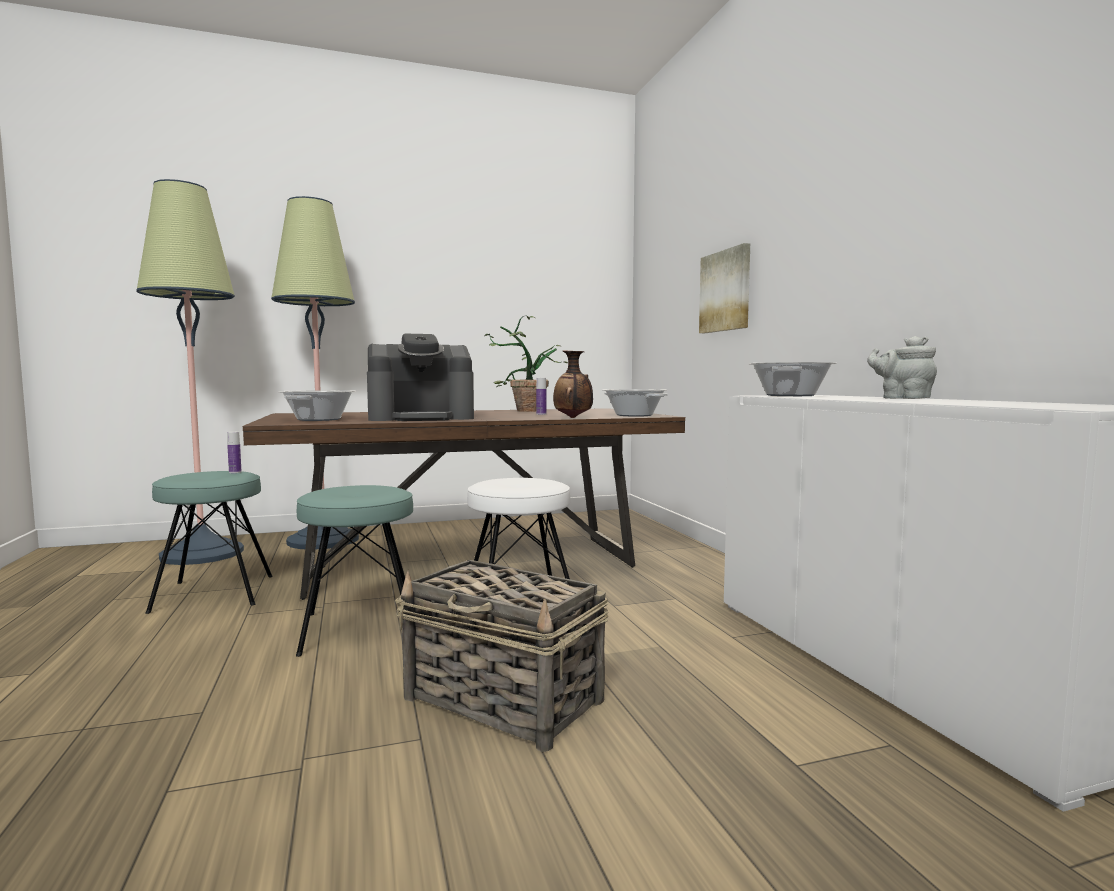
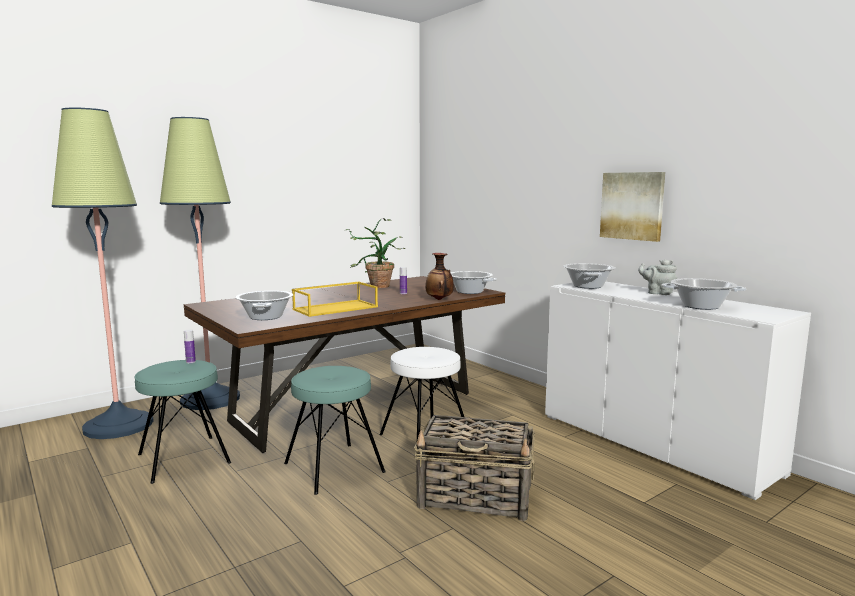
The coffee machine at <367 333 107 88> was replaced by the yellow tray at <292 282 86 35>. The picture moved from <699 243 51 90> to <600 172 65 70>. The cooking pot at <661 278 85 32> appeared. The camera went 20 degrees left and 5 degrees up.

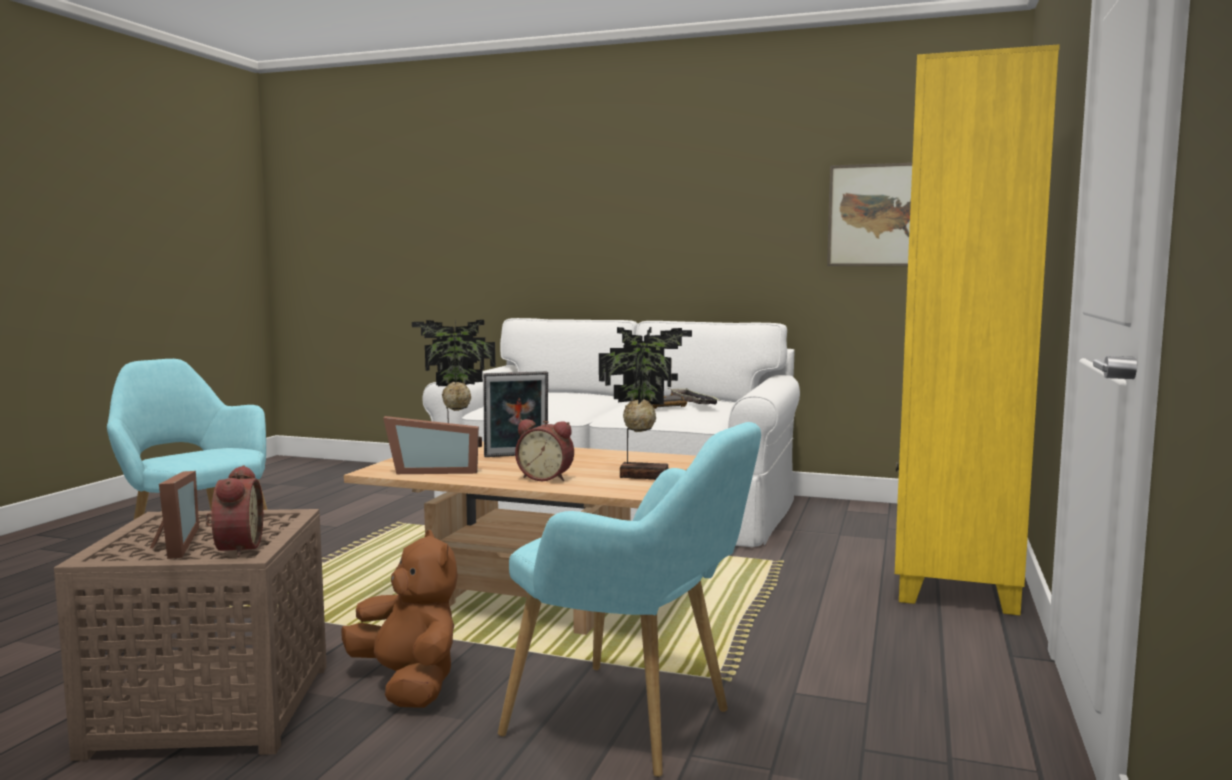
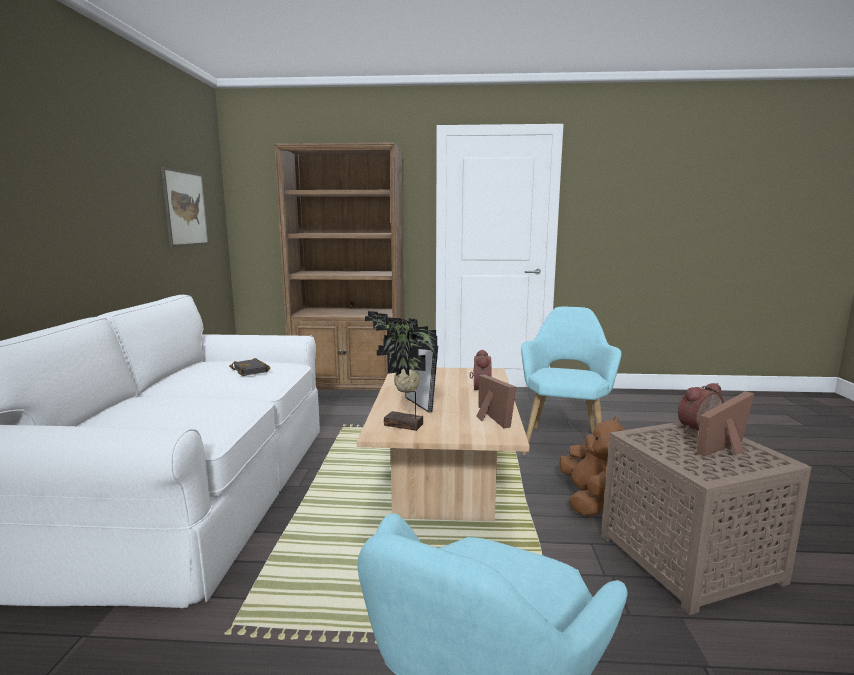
The yellow bookcase at <895 44 165 572> became the brown bookcase at <274 142 130 248>. The brown plush toy at <341 530 117 178> turned 150 degrees clockwise. The potted plant at <599 327 93 153> disappeared. The tray at <670 389 51 16> disappeared. The camera went 105 degrees left and 5 degrees up.

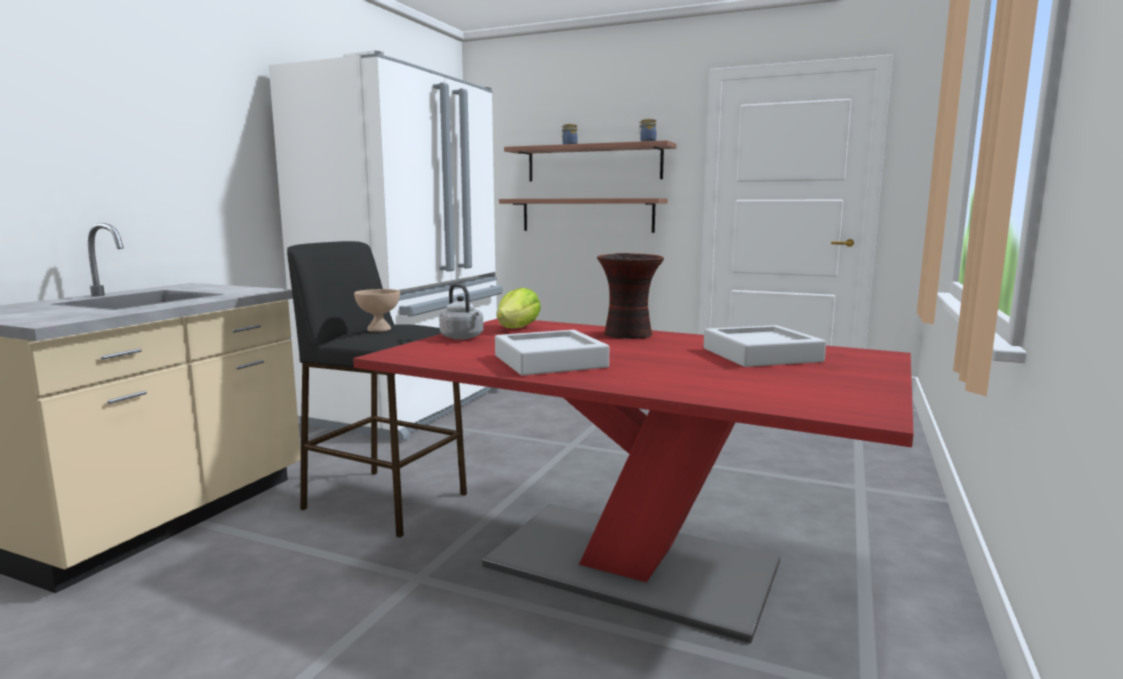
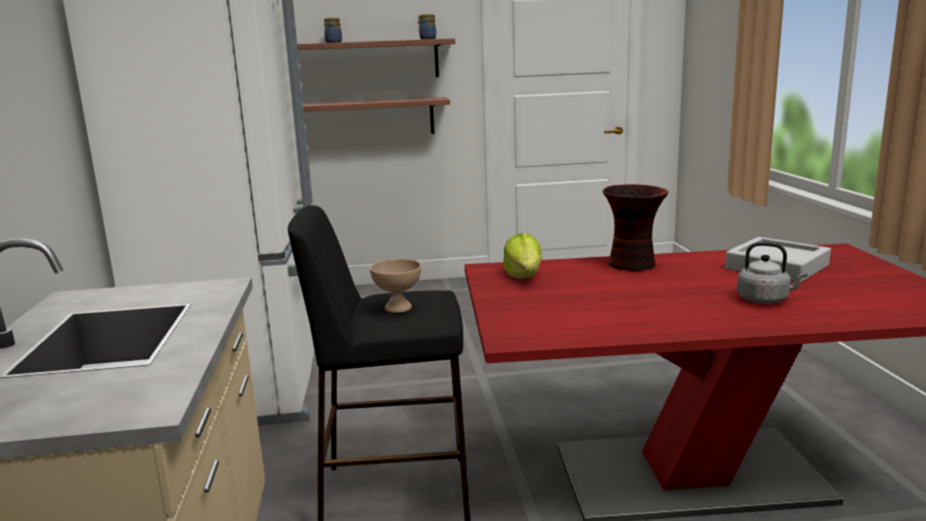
The grey kettle moved from <439 284 45 56> to <737 242 71 62>. The grey tray at <495 330 114 46> disappeared. The camera went 30 degrees left and 5 degrees up.

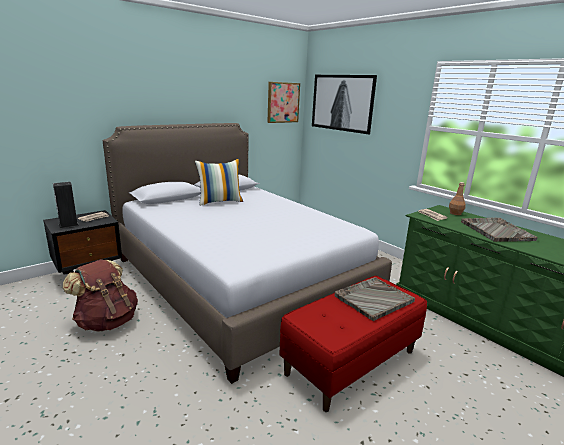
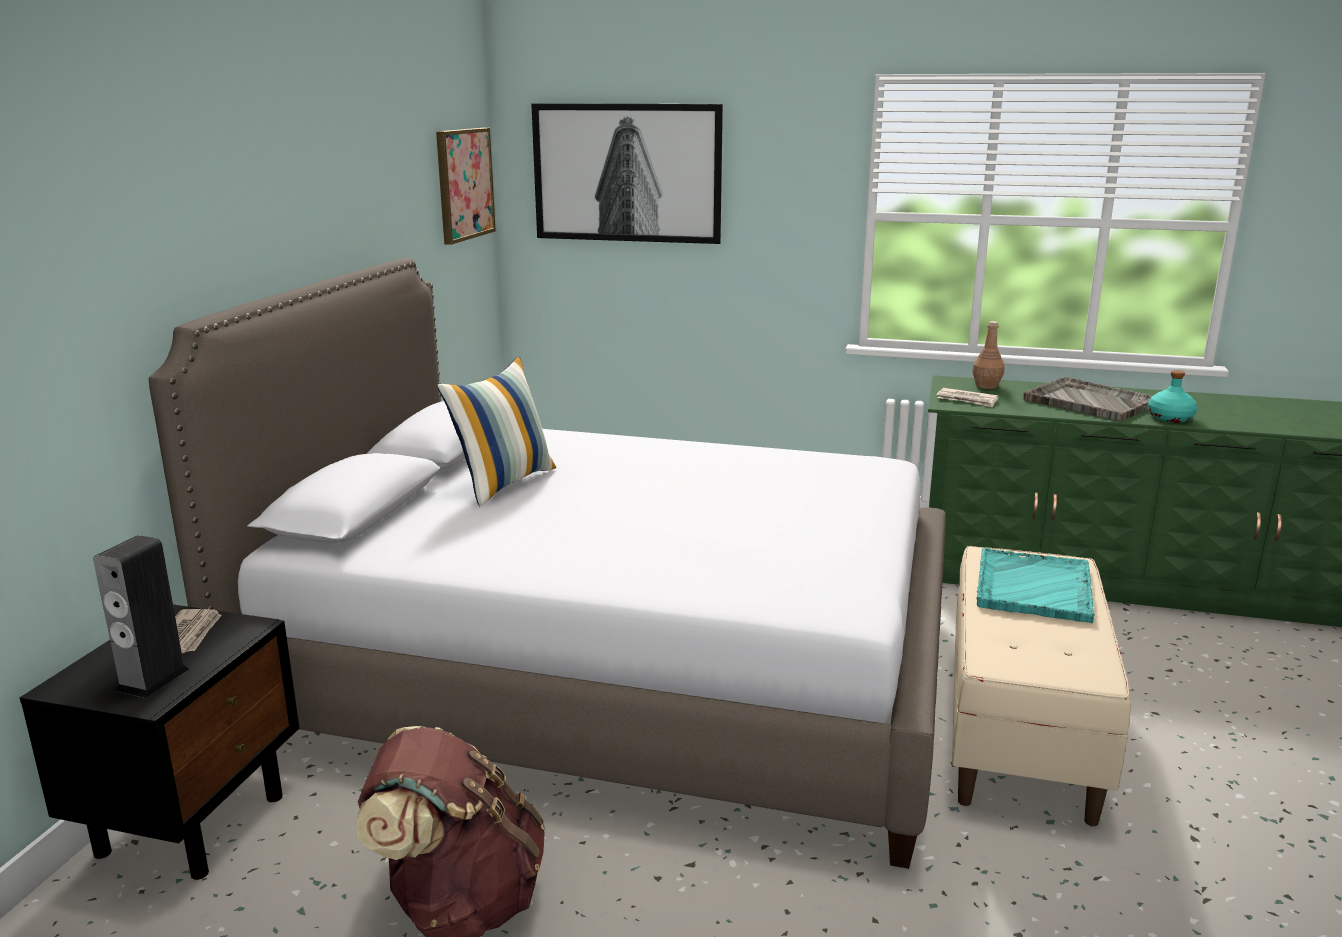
The red bench at <279 276 148 136> became the beige bench at <952 546 179 280>. The grey tray at <335 277 80 44> became the turquoise tray at <976 548 119 75>. The turquoise bottle at <1148 370 49 53> appeared. The camera went 35 degrees left and 0 degrees up.

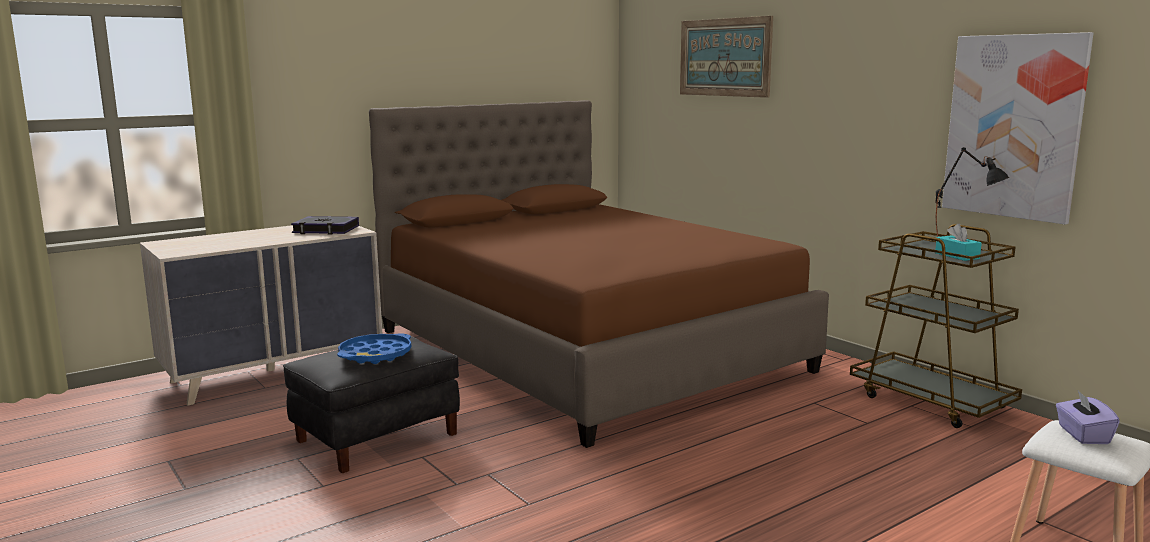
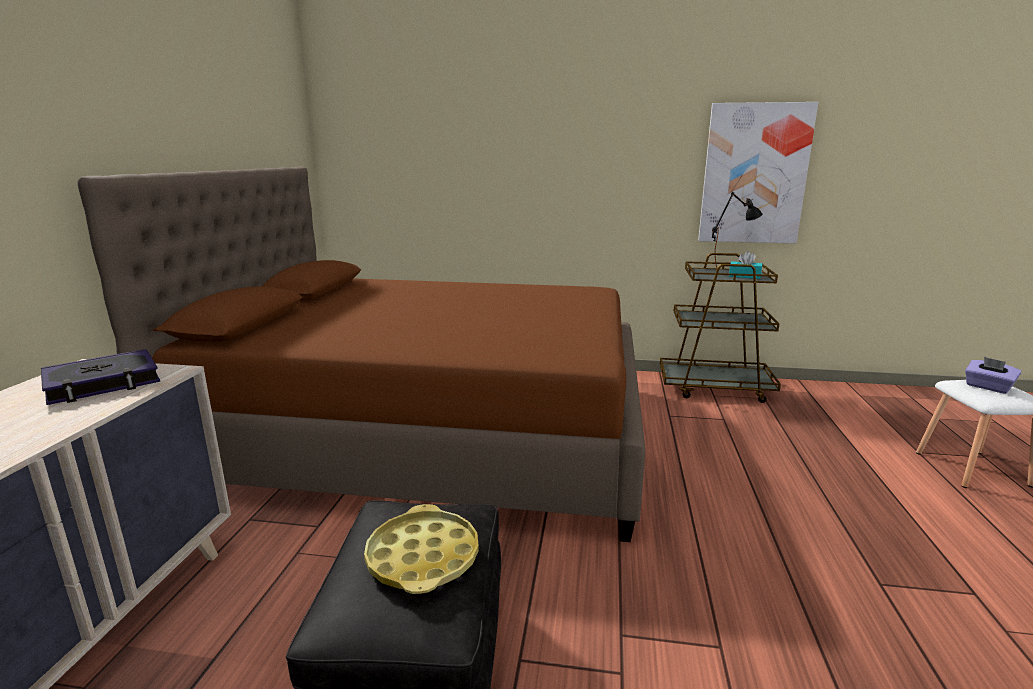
The blue tray at <337 333 74 31> became the yellow tray at <364 504 115 90>. The picture at <680 16 93 82> disappeared. The camera went 45 degrees left and 5 degrees up.

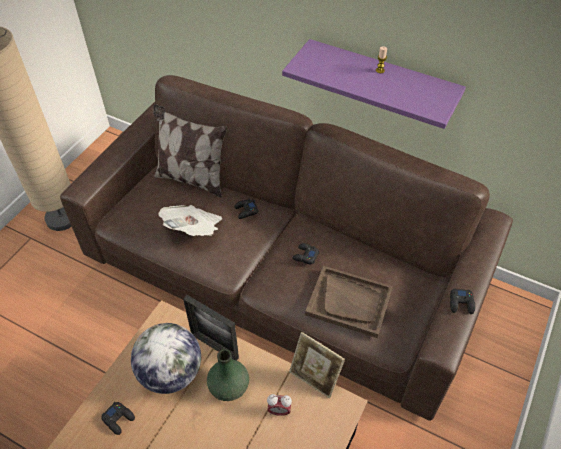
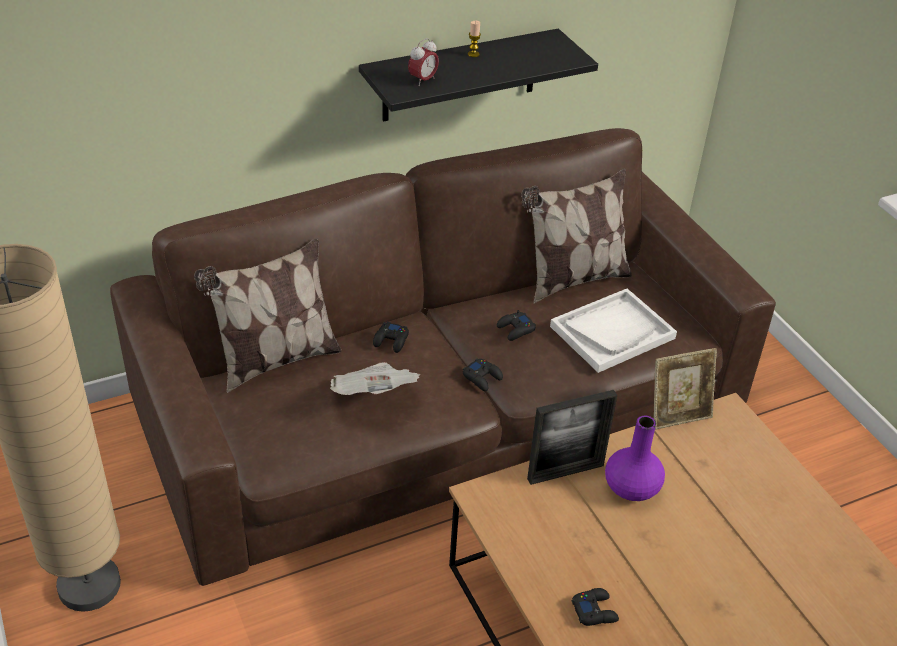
The purple shelf at <282 39 184 90> became the black shelf at <359 29 239 93>. The alarm clock moved from <267 394 25 22> to <408 38 31 48>. The black game controller moved from <450 288 25 26> to <463 358 40 33>. The pillow at <521 169 111 134> appeared. The brown tray at <305 266 88 72> became the white tray at <550 289 127 84>. The green vase at <207 349 42 52> became the purple vase at <605 415 60 86>. The globe at <131 323 70 71> disappeared. The camera went 55 degrees left and 10 degrees down.

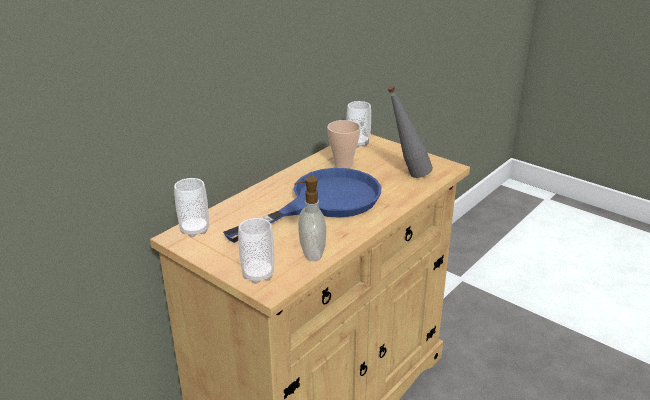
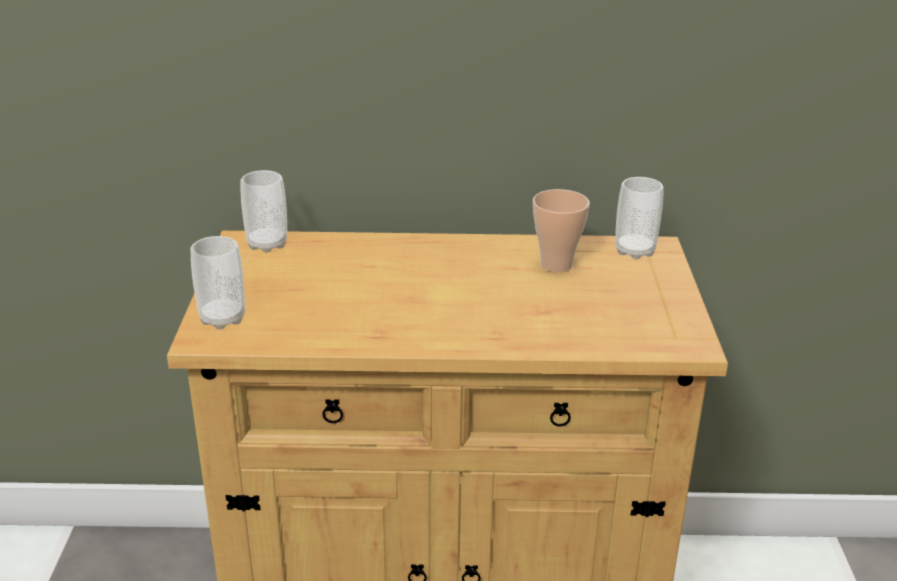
The blue frying pan at <223 168 158 75> disappeared. The soap dispenser at <294 176 32 85> disappeared. The grey bottle at <387 85 46 93> disappeared. The camera went 50 degrees right and 0 degrees up.

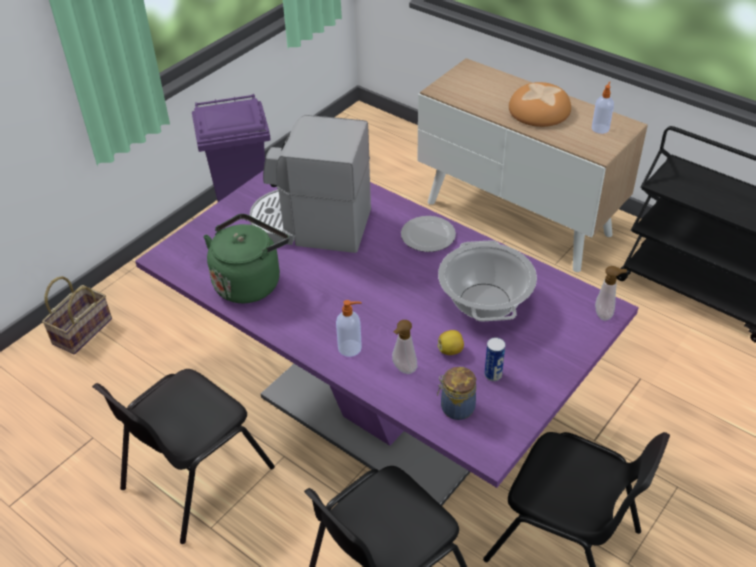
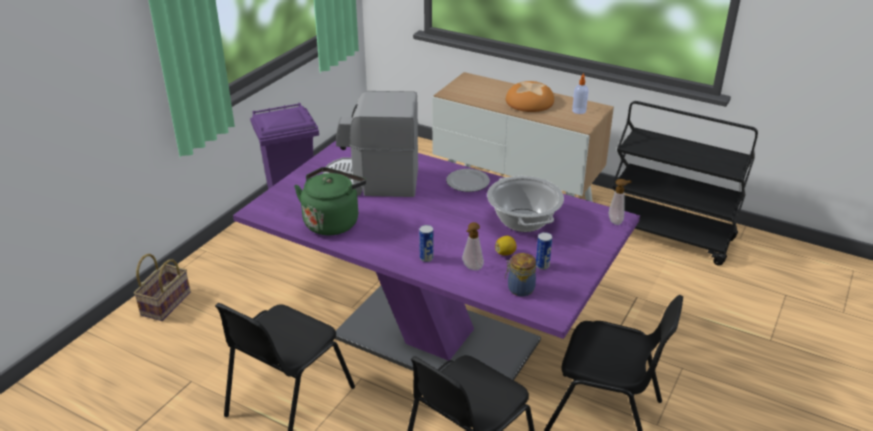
The soap dispenser at <336 300 26 57> was replaced by the can at <419 225 14 37>. The camera went 10 degrees left and 10 degrees down.

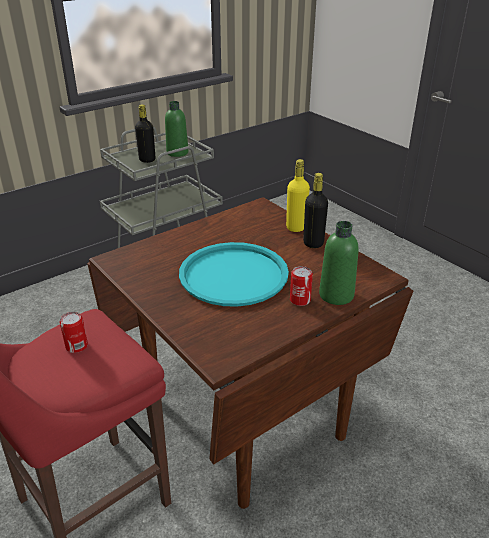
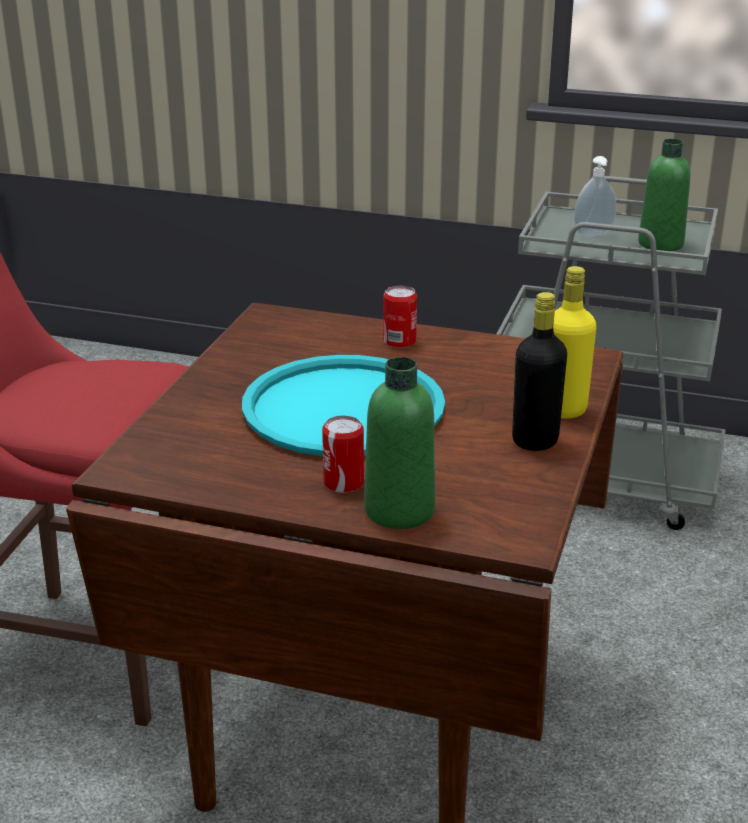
The can moved from <60 312 28 41> to <383 286 34 62>. The black bottle at <135 104 20 59> was replaced by the soap dispenser at <574 156 42 80>. The camera went 55 degrees right and 5 degrees down.

